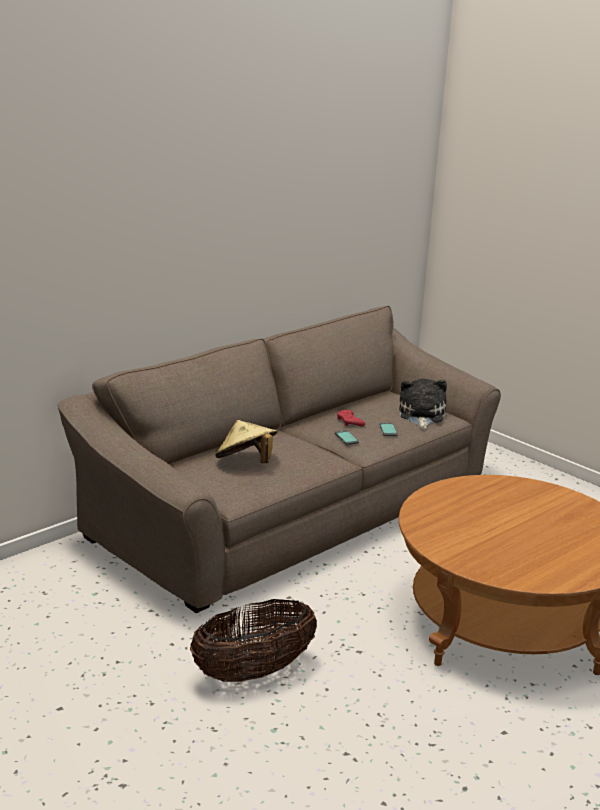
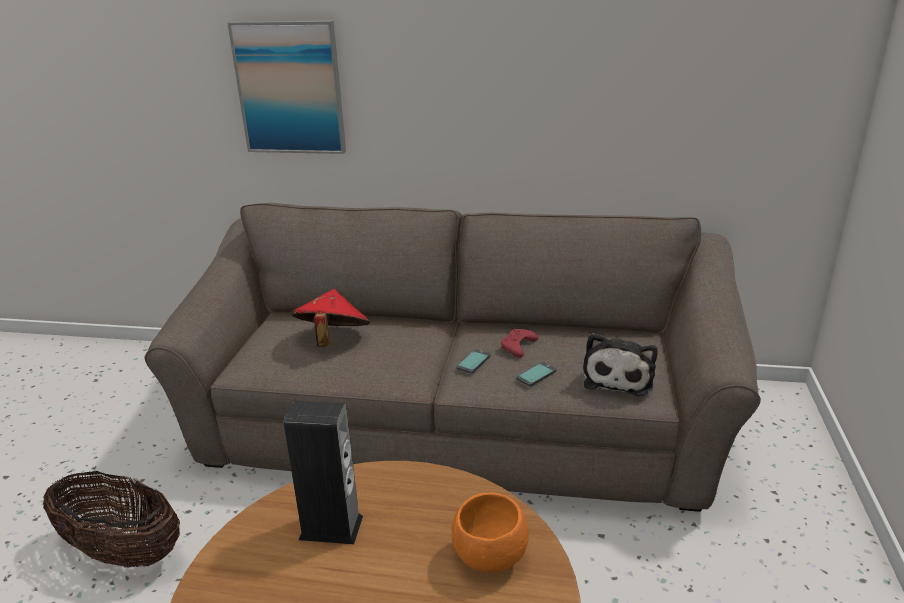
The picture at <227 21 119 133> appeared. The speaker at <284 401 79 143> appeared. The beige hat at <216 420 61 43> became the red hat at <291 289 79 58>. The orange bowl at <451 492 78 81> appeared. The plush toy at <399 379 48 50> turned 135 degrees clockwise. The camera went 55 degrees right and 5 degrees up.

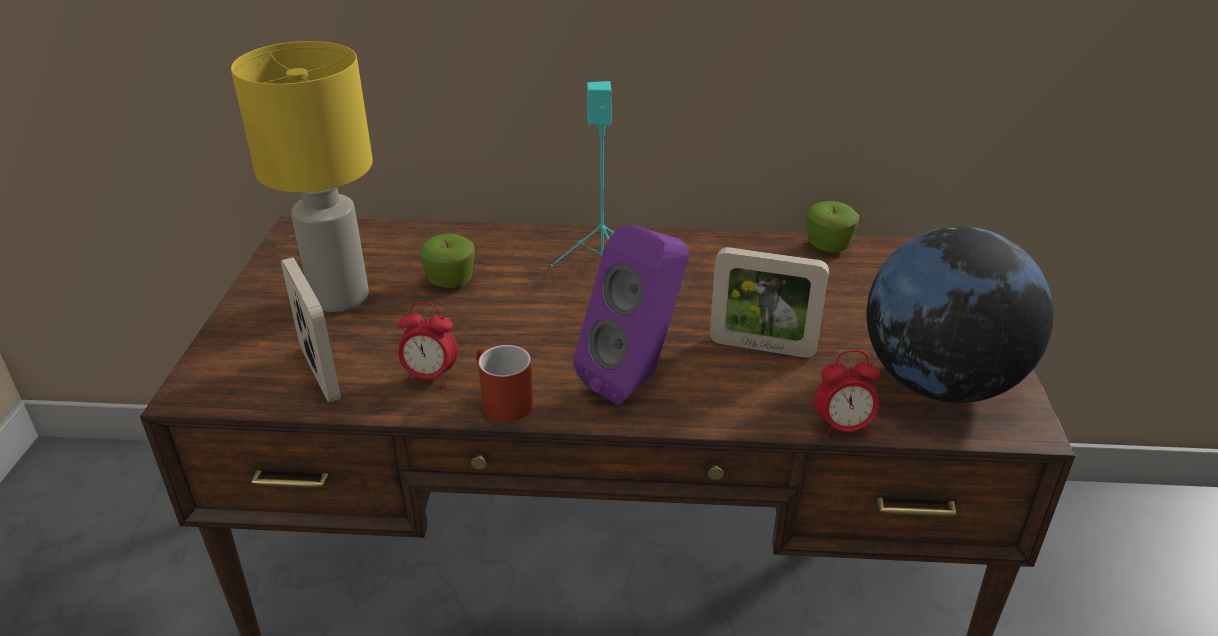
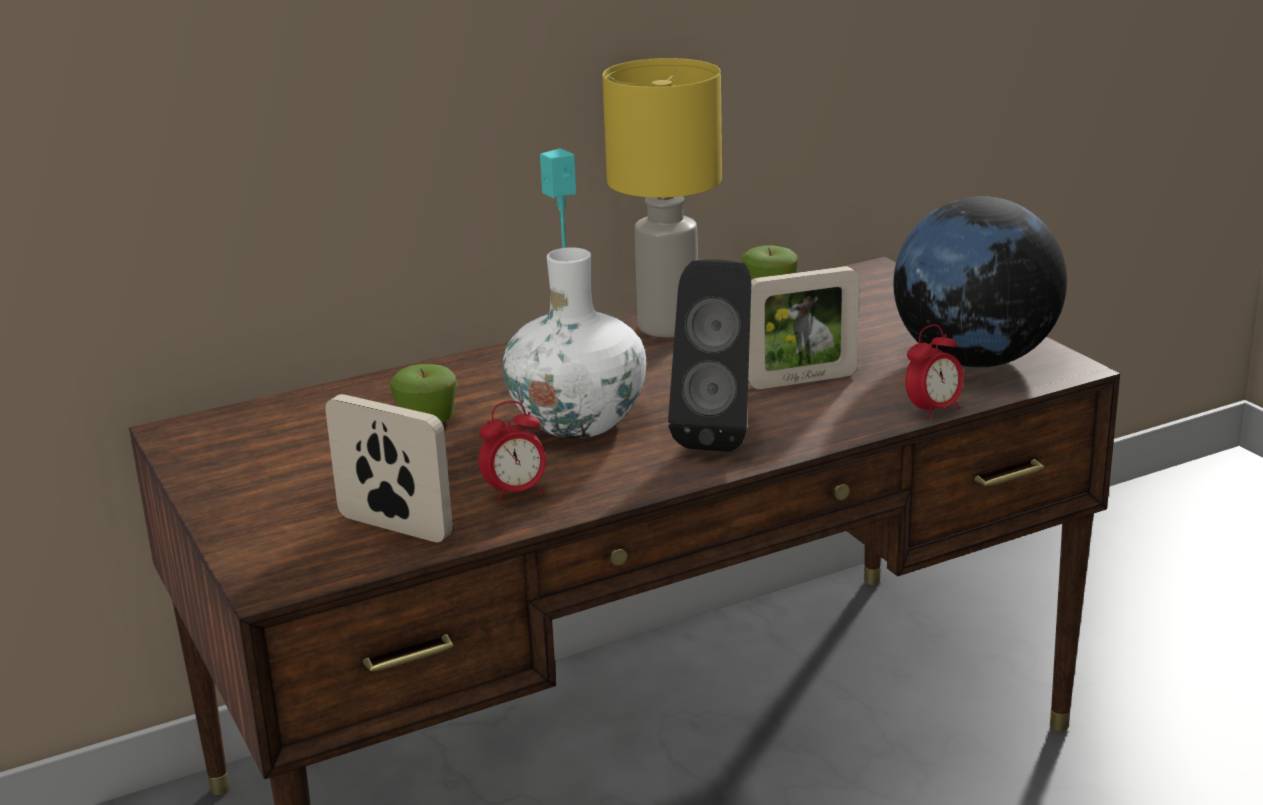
The white vase at <503 247 143 191> appeared. The yellow table lamp moved from <231 41 142 271> to <602 58 120 279>. The purple speaker at <573 224 116 181> became the black speaker at <668 260 83 192>. The red mug at <476 345 58 77> disappeared. The camera went 30 degrees left and 10 degrees down.

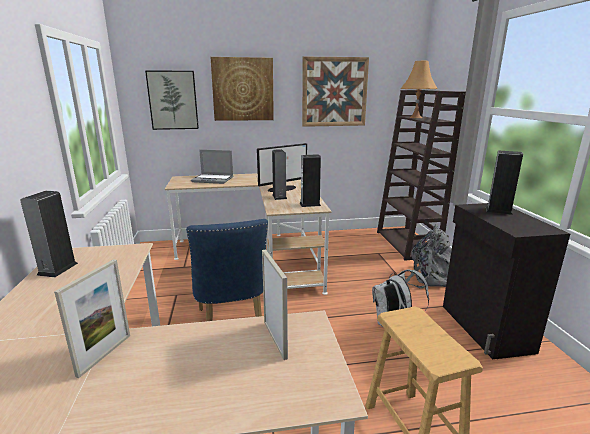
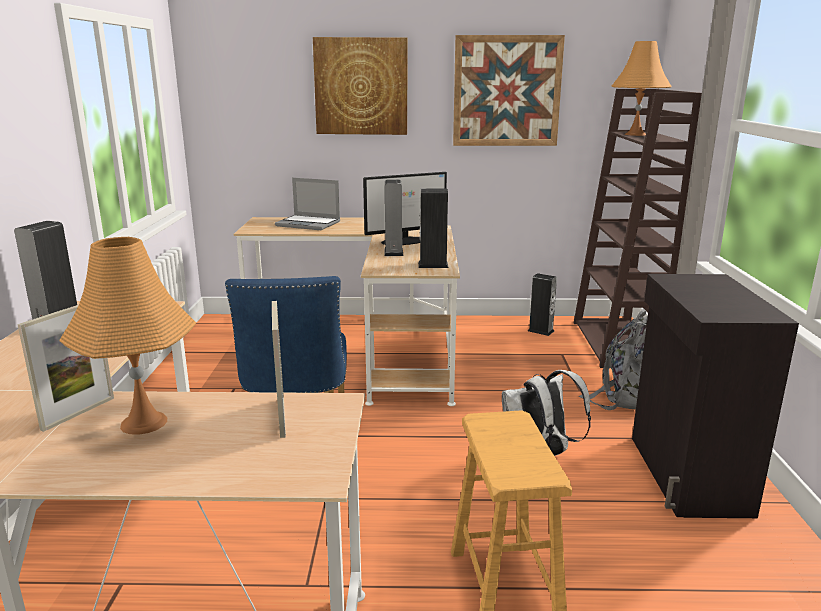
The orange table lamp at <59 237 137 198> appeared. The speaker moved from <486 150 37 65> to <528 273 29 63>. The picture at <145 70 54 60> disappeared. The camera went 10 degrees right and 0 degrees up.

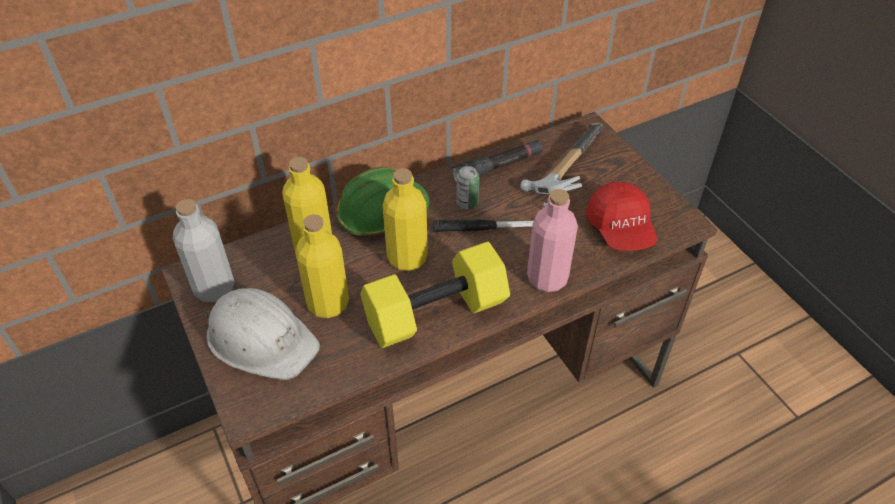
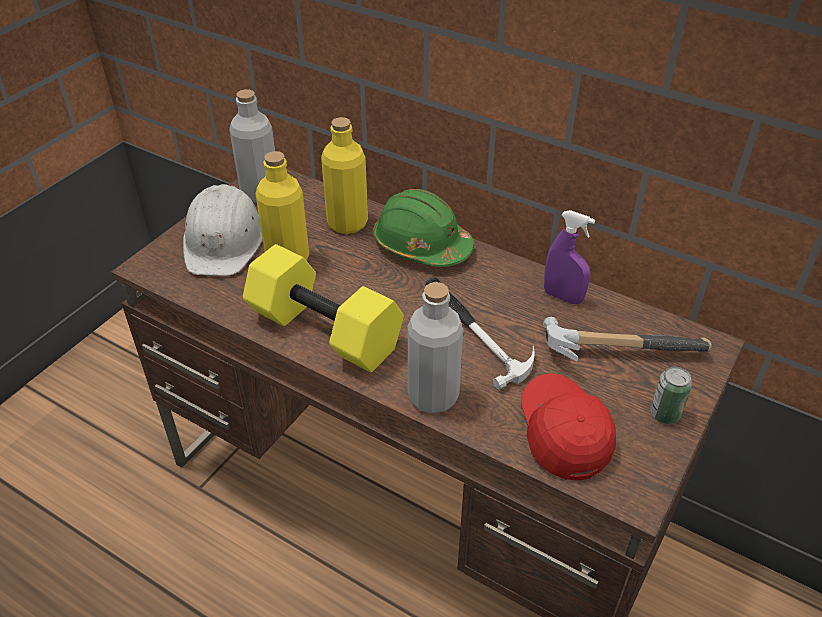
The pink bottle at <527 189 51 103> became the grey bottle at <407 282 56 131>. The red cap at <586 182 71 69> turned 120 degrees clockwise. The black flashlight at <452 140 91 43> was replaced by the purple spray bottle at <544 210 51 94>. The can moved from <456 166 23 43> to <650 366 42 58>. The yellow bottle at <382 168 46 103> disappeared. The camera went 60 degrees right and 5 degrees down.

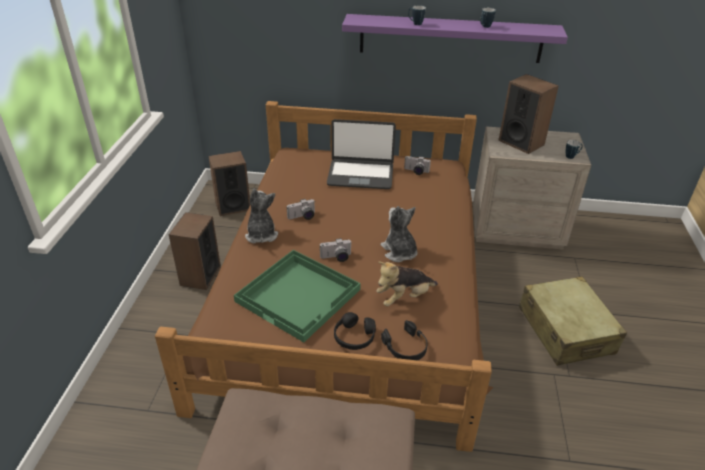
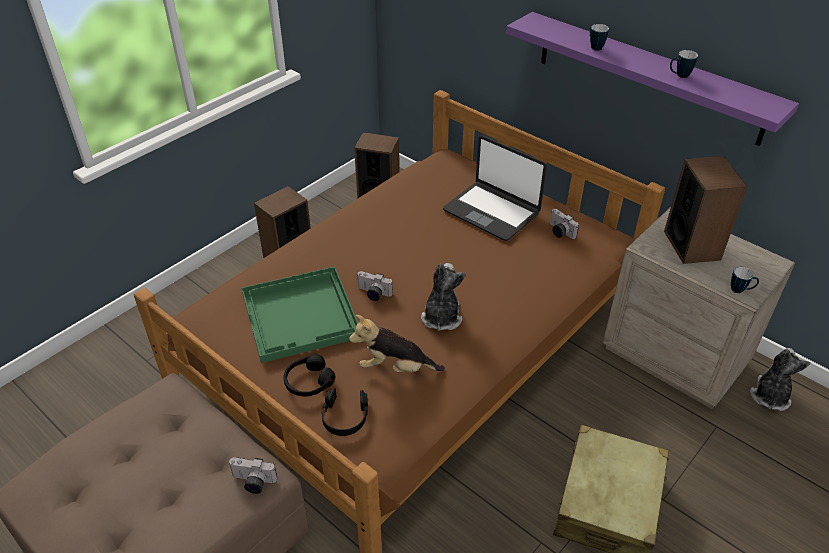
The photo camera moved from <287 199 28 21> to <229 458 48 36>. The plush toy moved from <245 189 33 54> to <750 348 60 63>. The camera went 35 degrees right and 5 degrees up.

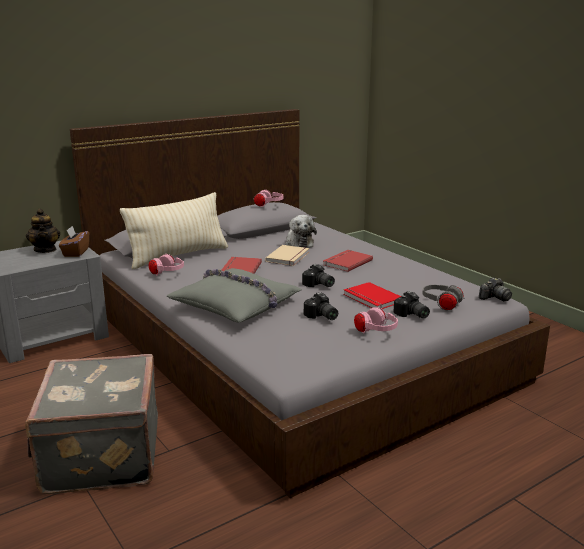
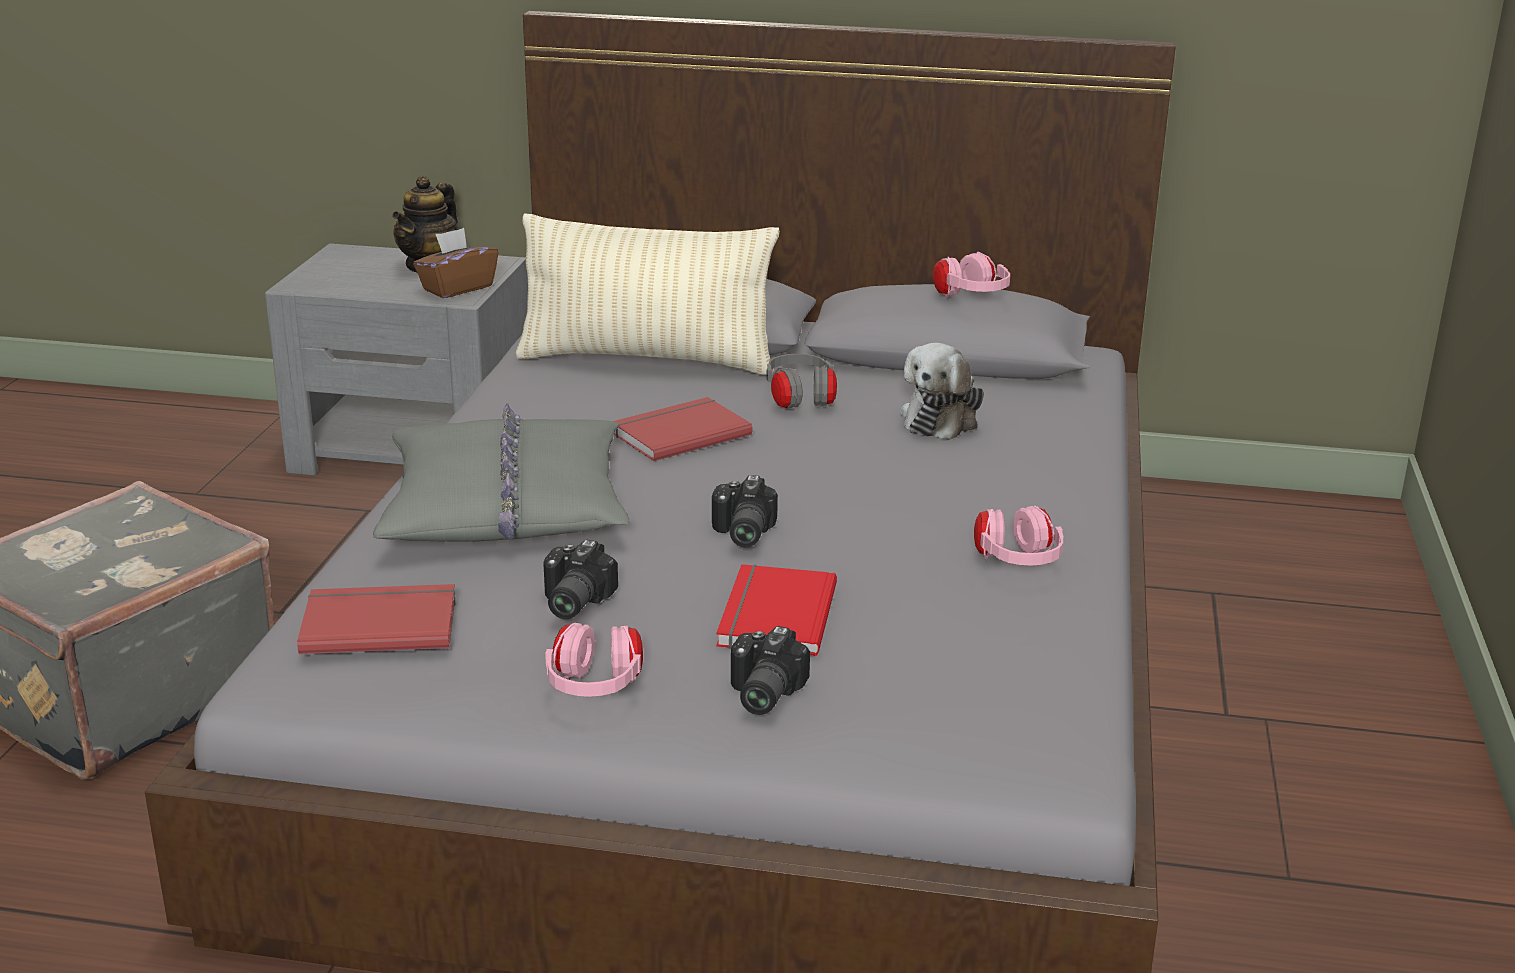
The red book moved from <323 250 50 22> to <297 584 158 70>. The grey headphones moved from <422 285 43 26> to <767 354 70 55>. The pink headphones moved from <149 254 35 22> to <974 506 90 60>. The beige book at <265 245 44 21> disappeared. The photo camera at <479 277 33 24> disappeared. The camera went 45 degrees right and 5 degrees up.

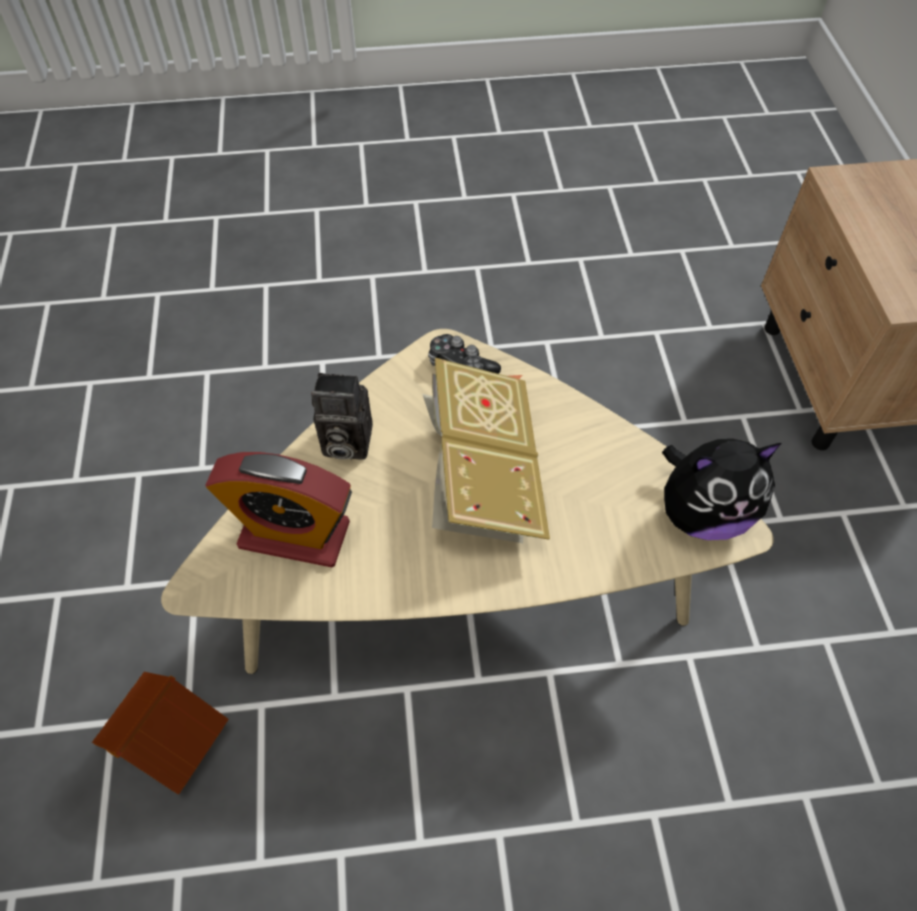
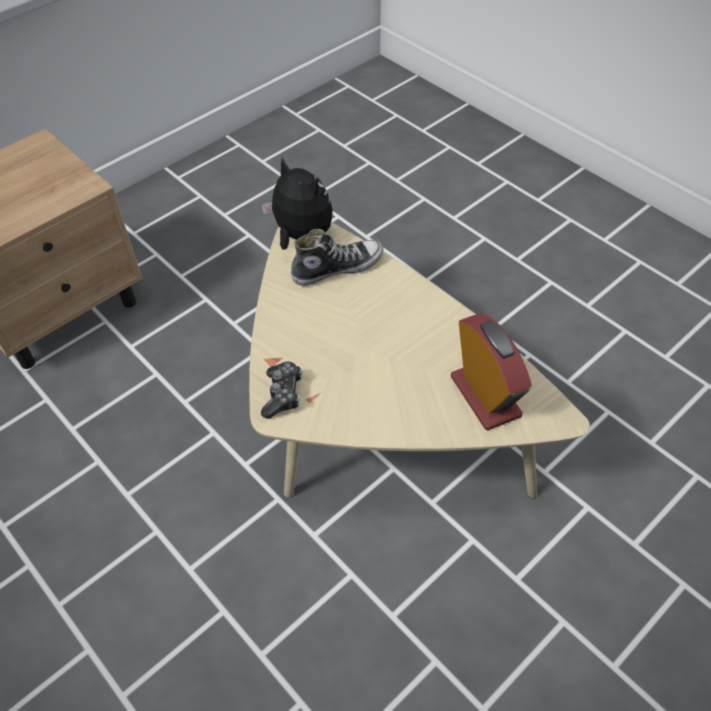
The shoe at <291 229 92 57> appeared. The toy house at <92 672 137 123> disappeared. The photo camera at <311 373 62 87> disappeared. The book at <422 357 128 186> disappeared. The camera went 125 degrees left and 5 degrees down.

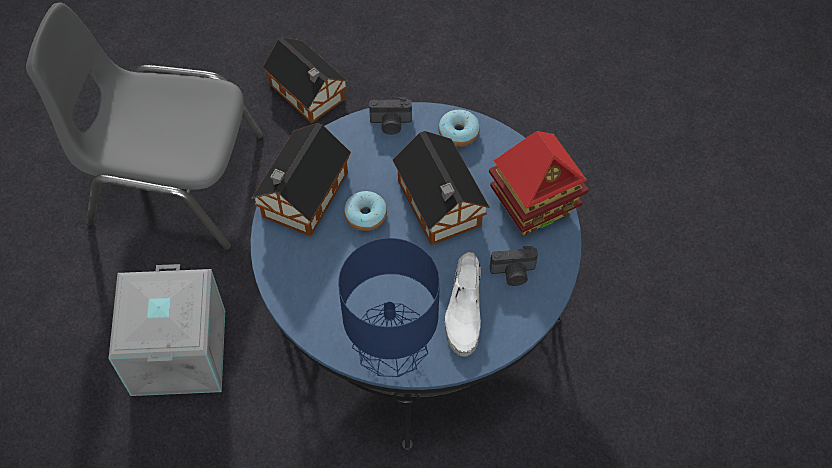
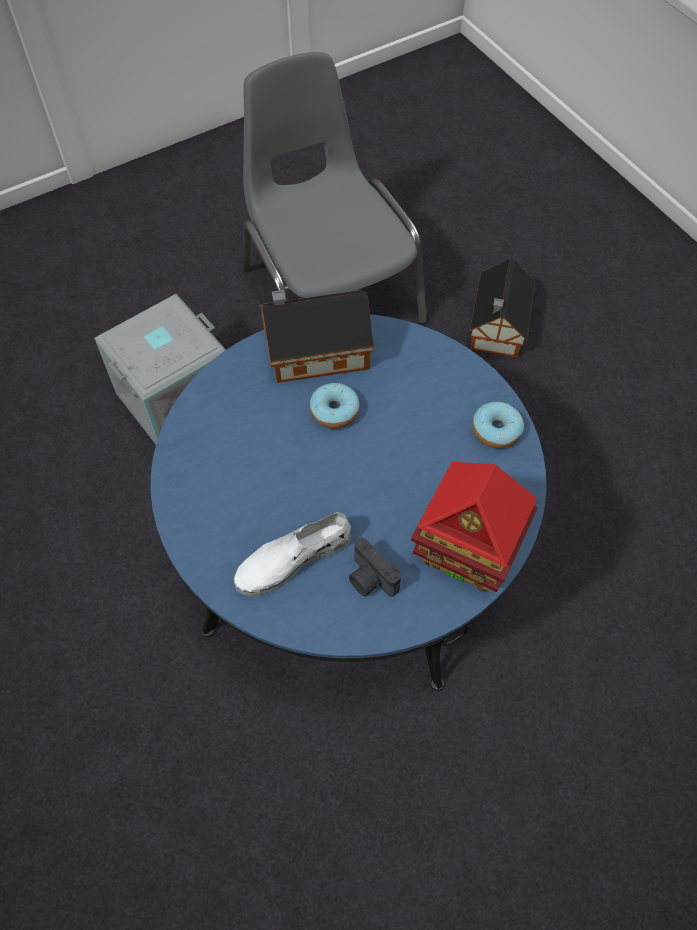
The blue table lamp at <338 238 102 139> disappeared. The photo camera at <369 97 43 38> disappeared. The toy house at <392 131 98 114> disappeared. The camera went 55 degrees right and 0 degrees up.

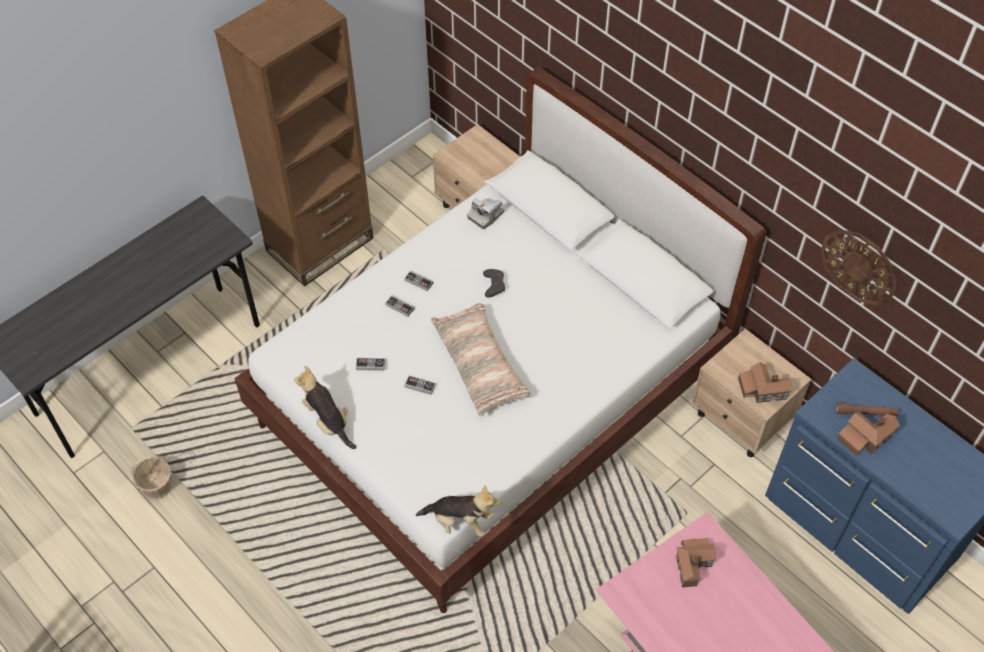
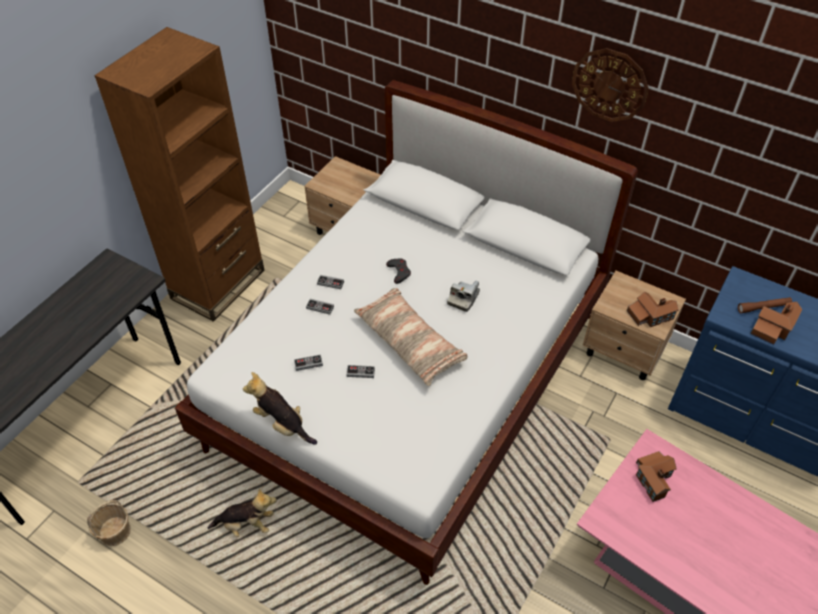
The plush toy moved from <416 485 85 52> to <208 488 69 49>. The photo camera moved from <467 198 38 31> to <447 281 33 31>. The wall clock moved from <820 229 78 77> to <572 48 77 74>. The camera went 15 degrees left and 5 degrees down.

